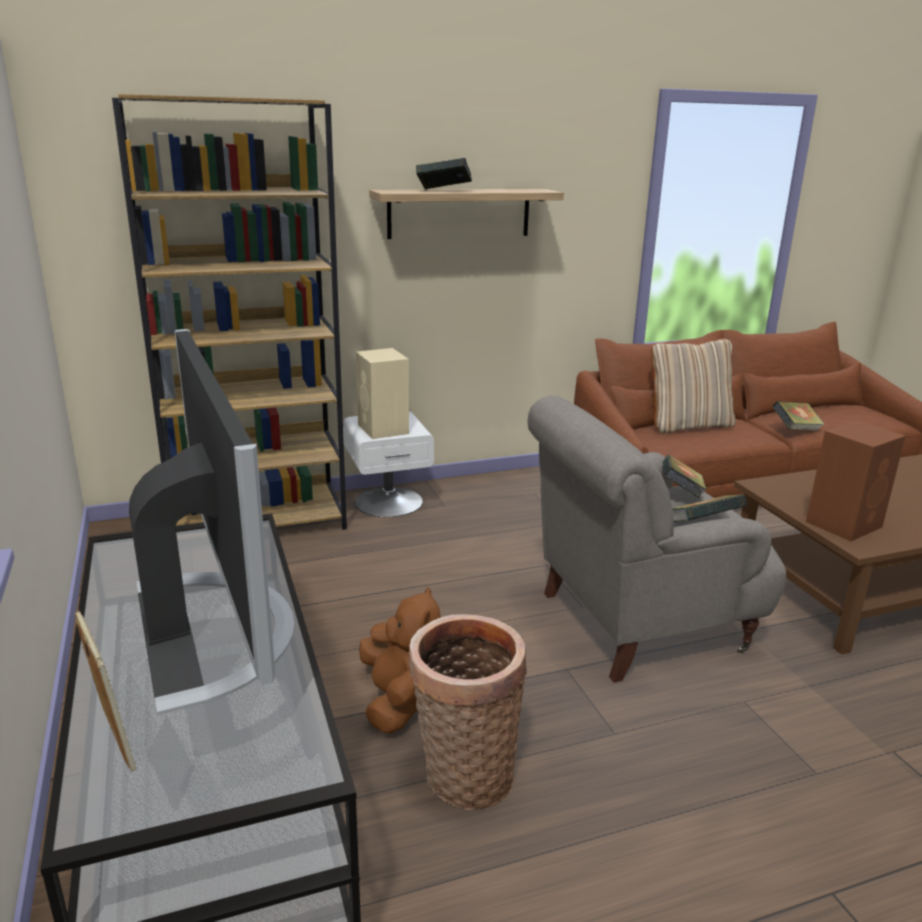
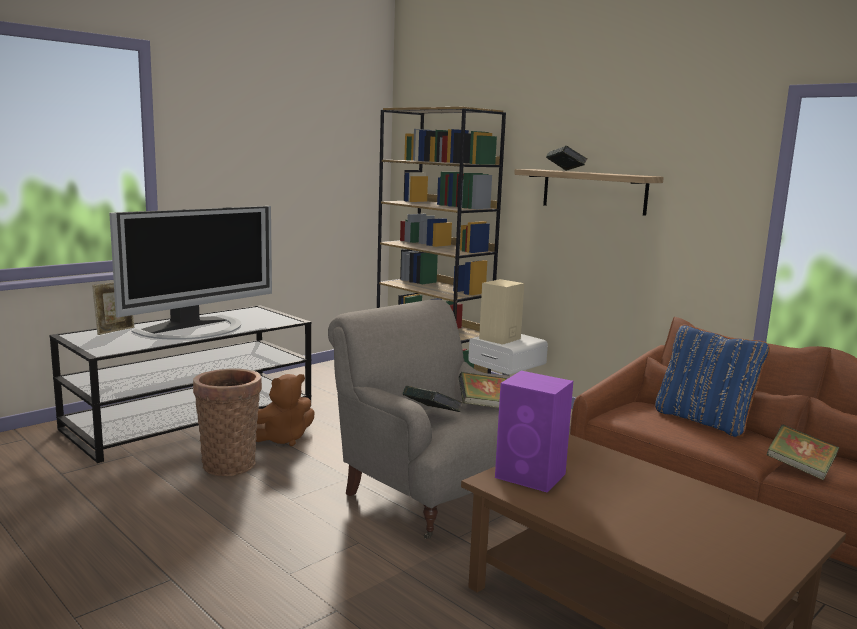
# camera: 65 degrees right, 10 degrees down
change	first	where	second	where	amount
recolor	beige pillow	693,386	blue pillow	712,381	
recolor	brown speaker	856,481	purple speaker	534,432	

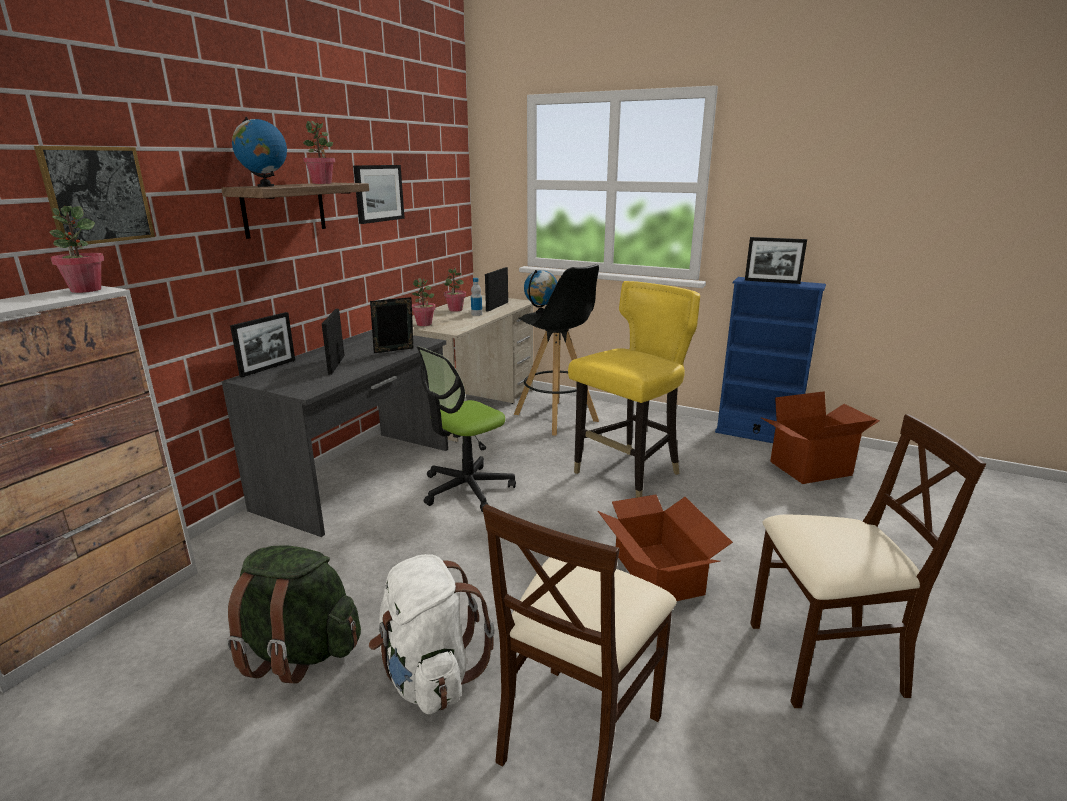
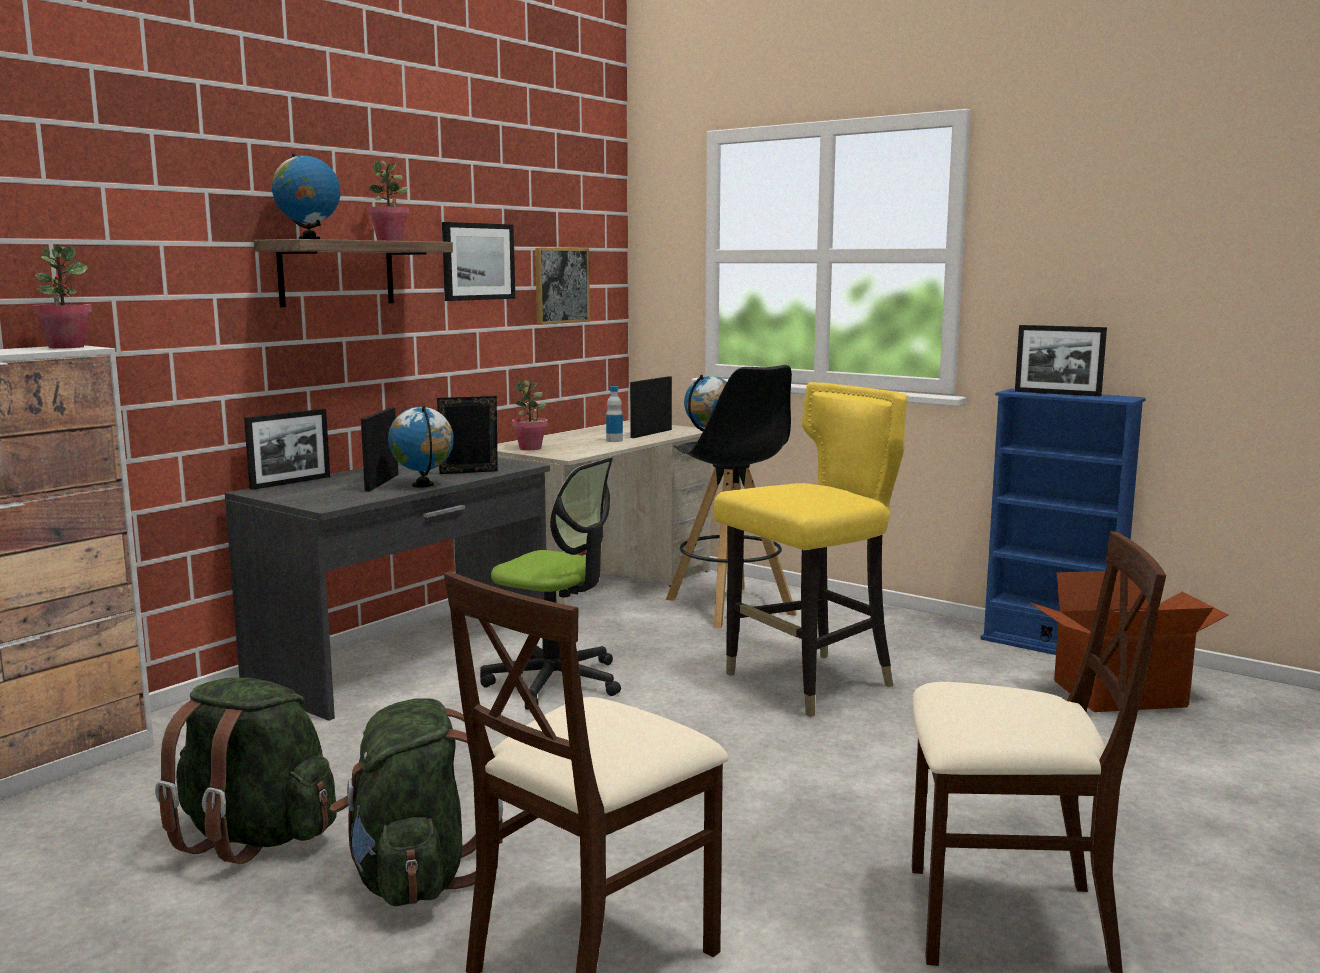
# camera: 10 degrees right, 10 degrees down
change	first	where	second	where	amount
move	picture	94,196		562,286	
recolor	white backpack	432,634	green backpack	416,802	
rotate	office chair	466,429		550,583	120 degrees counterclockwise
delete	potted plant	455,289			
delete	cardboard box	665,547			
insert			globe	421,447	

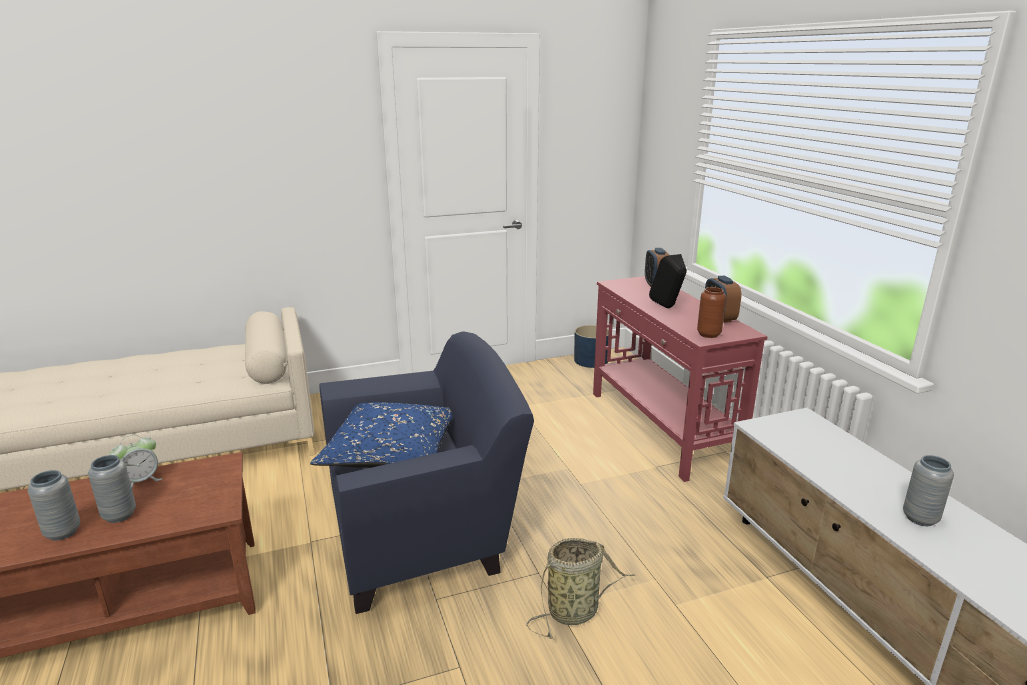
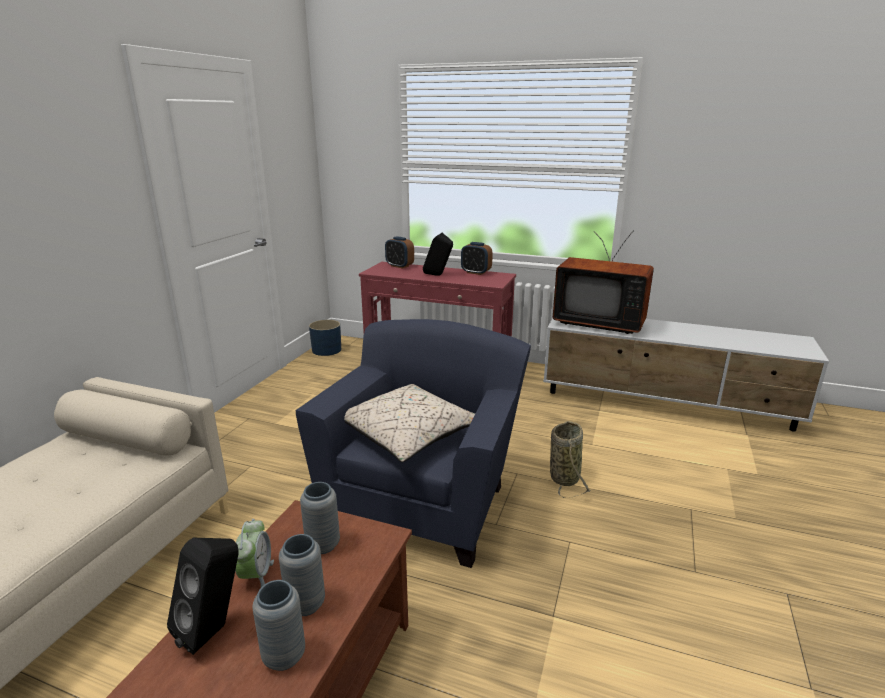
# camera: 50 degrees left, 0 degrees up
change	first	where	second	where	amount
recolor	blue pillow	381,435	beige pillow	409,423	
delete	brown vase	711,312			
move	grey vase	928,490		320,518	
insert			black speaker	203,596	
insert			television	603,282	

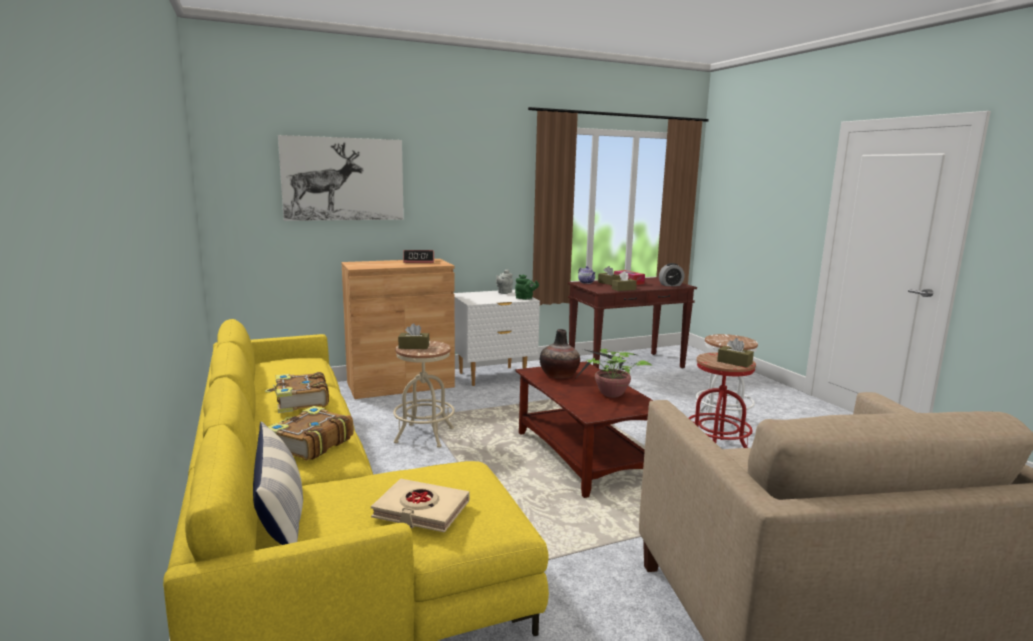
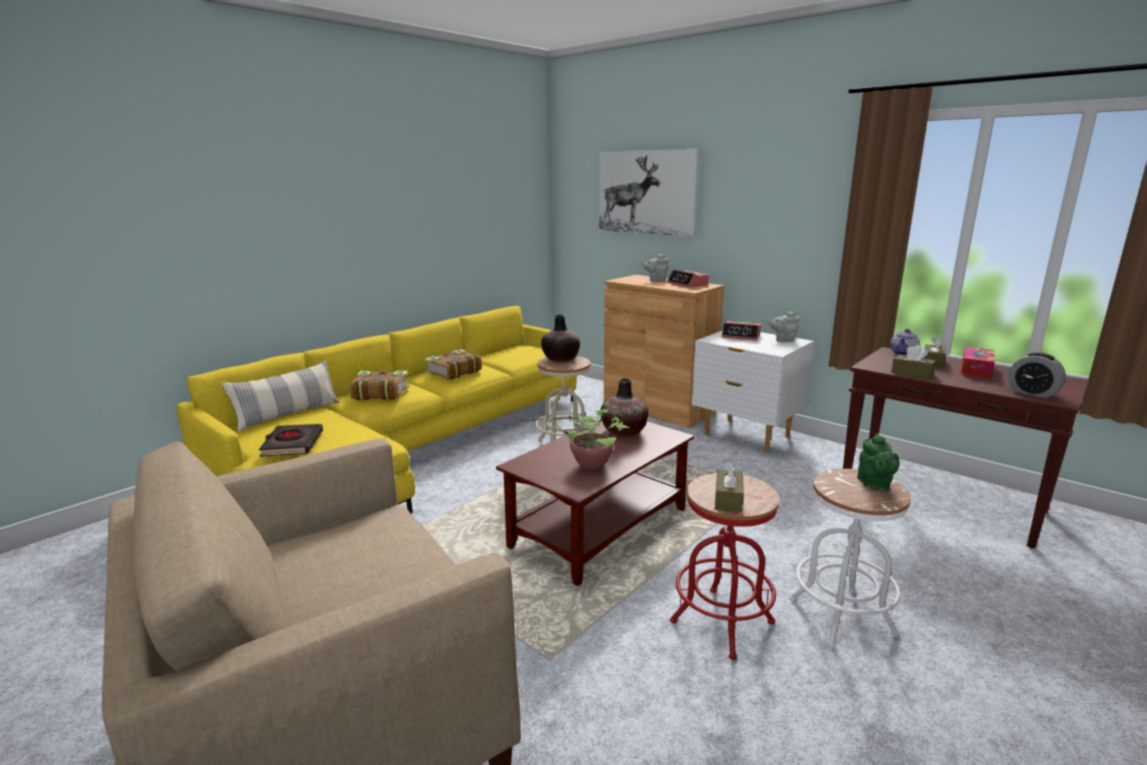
# camera: 65 degrees right, 5 degrees up
change	first	where	second	where	amount
recolor	beige book	420,506	black book	291,440	
replace	brown tissue box	413,336	vase	560,338	
move	green teapot	527,287		878,462	
insert			grey teapot	655,268	
insert			alarm clock	741,331	

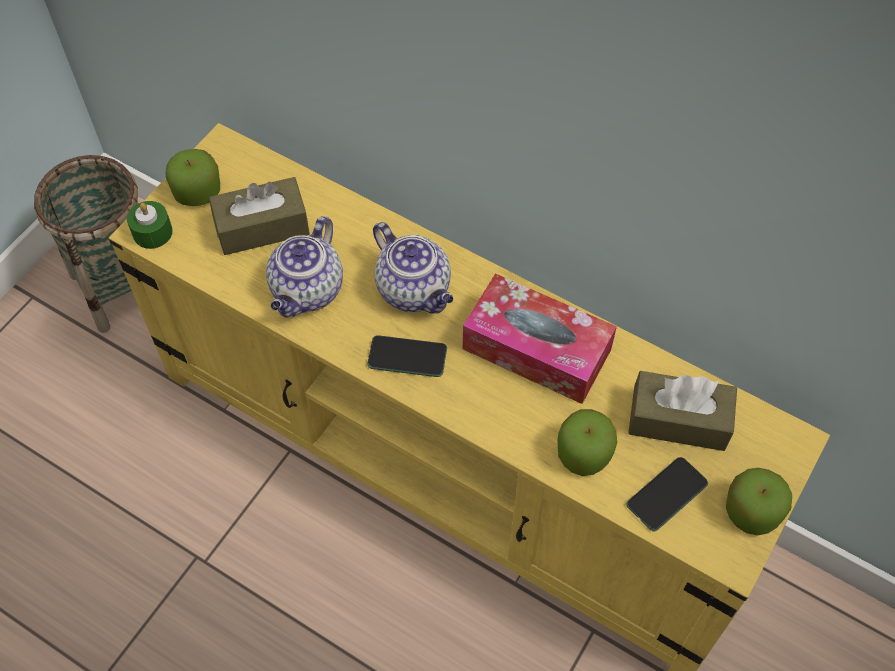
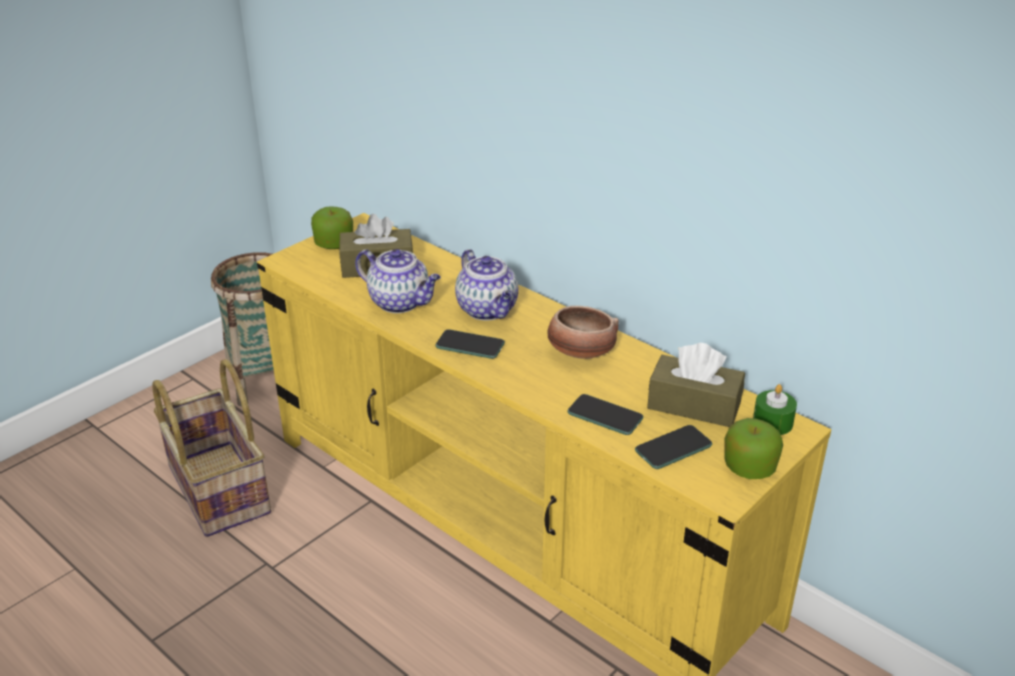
# camera: 10 degrees right, 25 degrees down
change	first	where	second	where	amount
move	green candle	150,225		775,409	
rotate	teapot	304,267		398,281	90 degrees counterclockwise
replace	tissue box	540,338	bowl	583,332	
replace	apple	587,442	phone	605,414	
insert			basket	212,448	

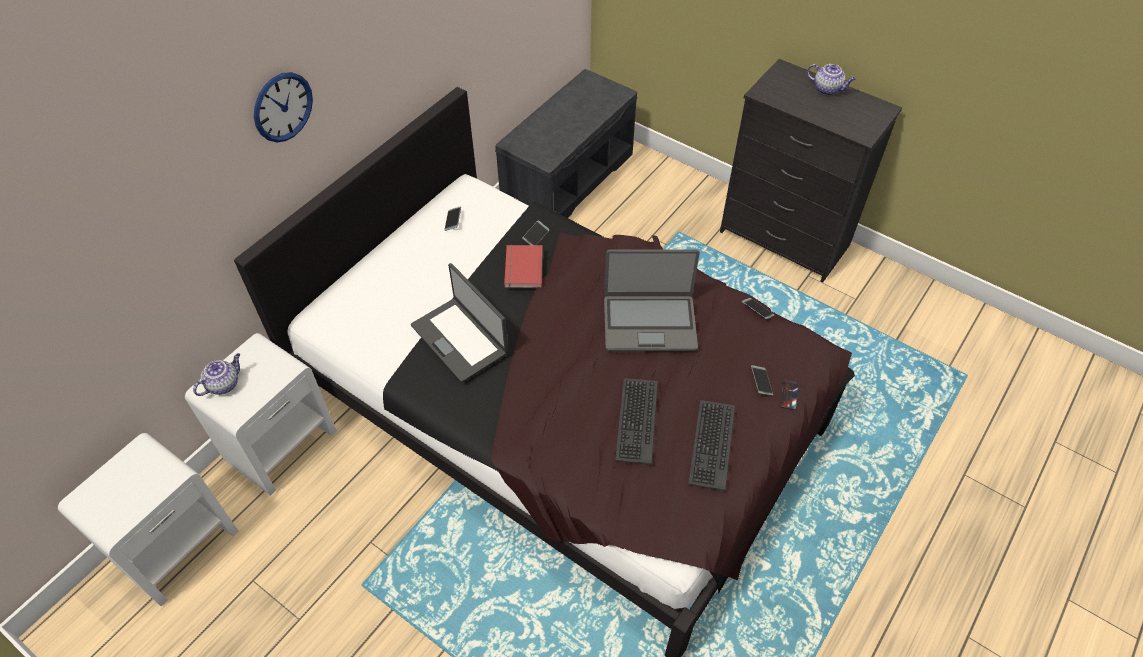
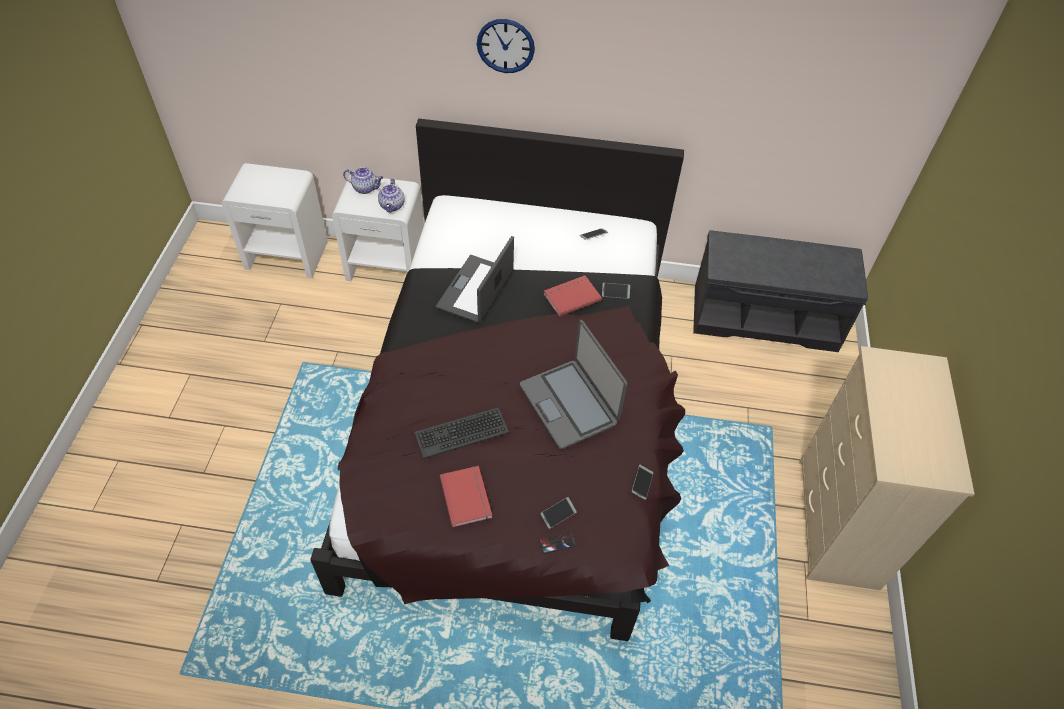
# camera: 60 degrees right, 0 degrees up
change	first	where	second	where	amount
replace	keyboard	711,445	red book	466,496	
recolor	black dresser	811,170	beige dresser	886,468	
move	teapot	831,79		391,196	

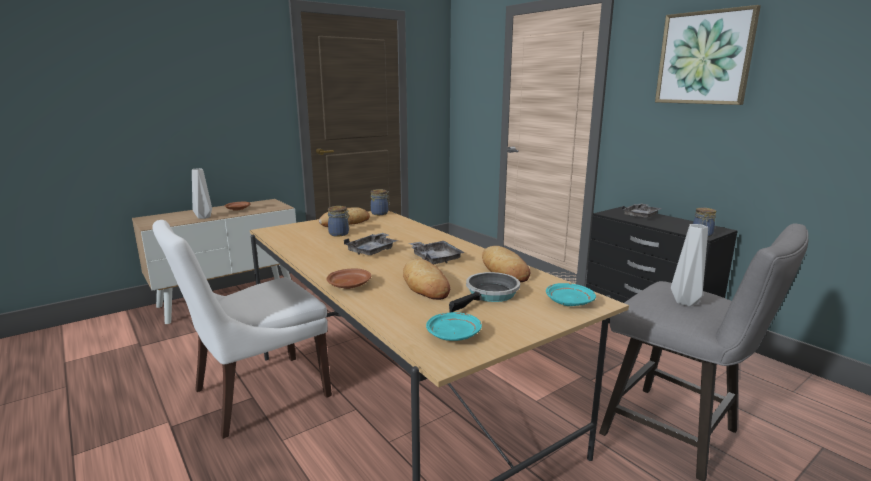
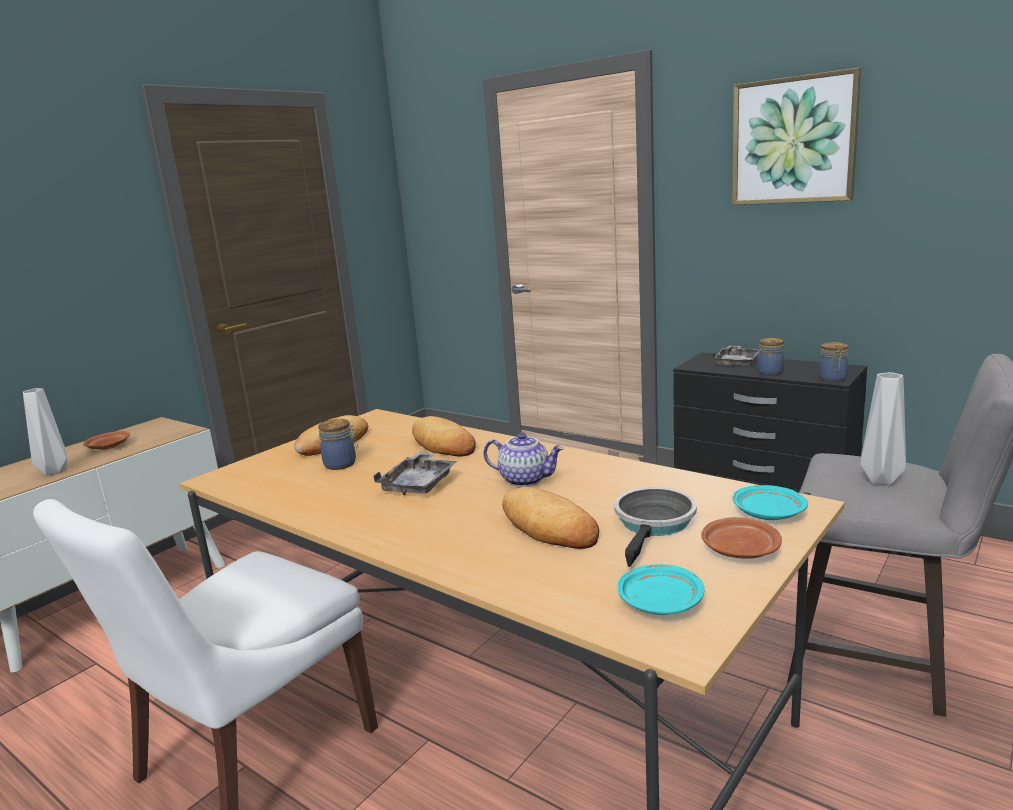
# camera: 15 degrees left, 0 degrees up
change	first	where	second	where	amount
move	brown plate	349,279		741,538	
move	jar	380,202		770,357	
replace	grey tray	437,253	teapot	524,459	
move	bread	506,264		444,436	

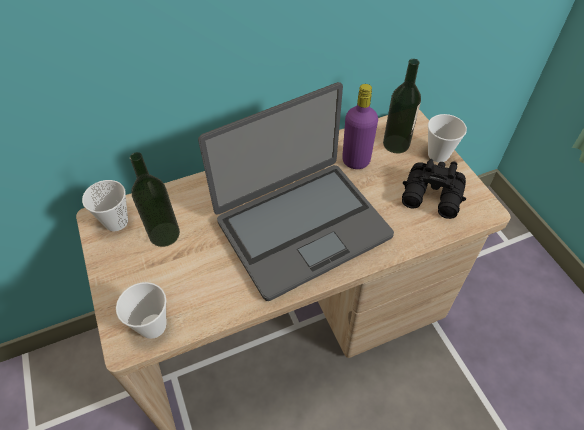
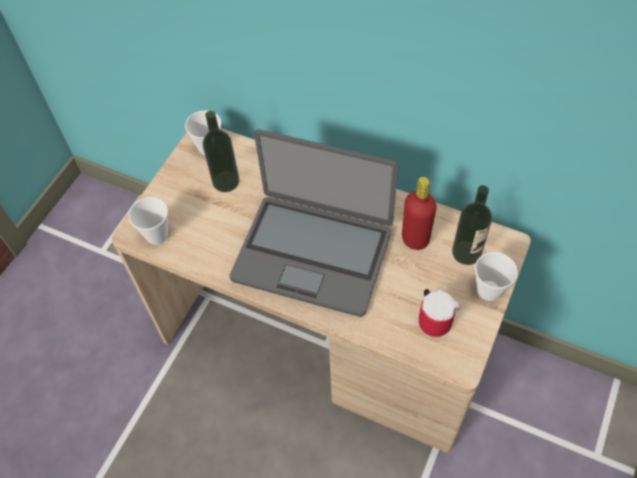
# camera: 50 degrees right, 5 degrees up
change	first	where	second	where	amount
recolor	purple bottle	360,126	red bottle	419,213	
replace	black binoculars	434,189	mug	440,313	

